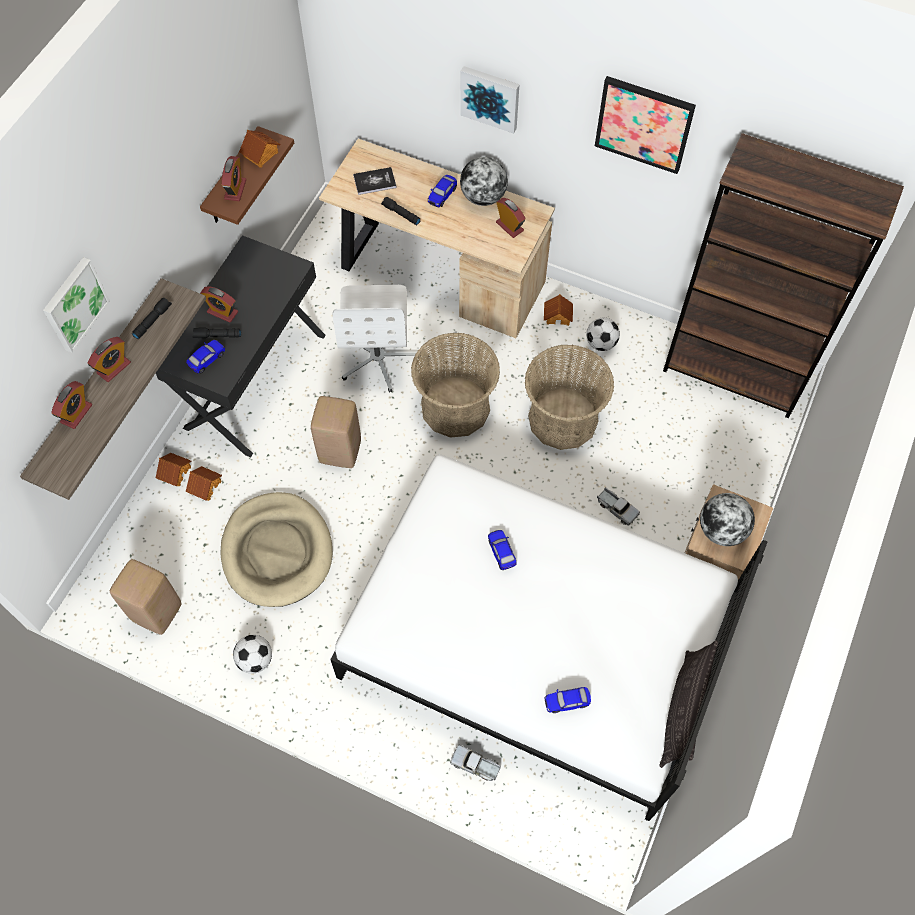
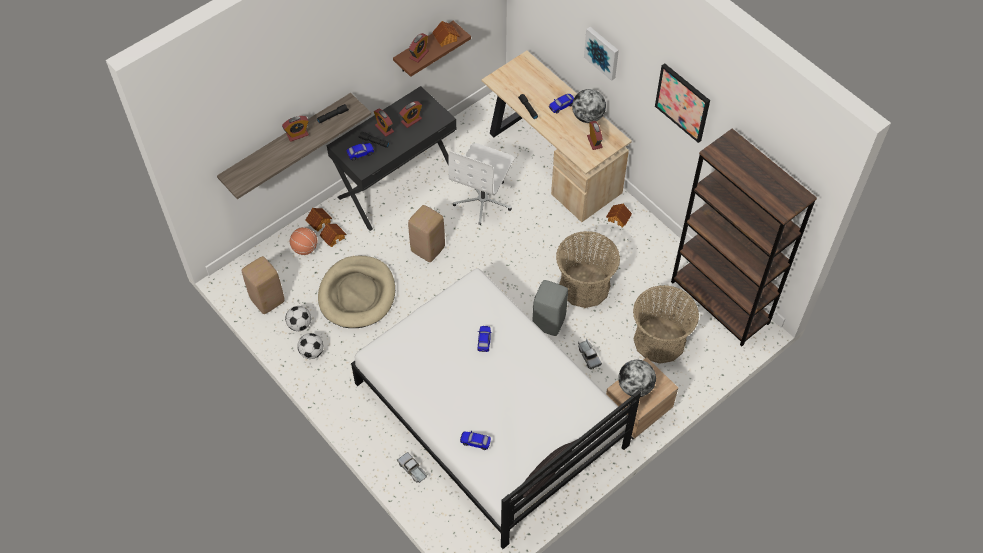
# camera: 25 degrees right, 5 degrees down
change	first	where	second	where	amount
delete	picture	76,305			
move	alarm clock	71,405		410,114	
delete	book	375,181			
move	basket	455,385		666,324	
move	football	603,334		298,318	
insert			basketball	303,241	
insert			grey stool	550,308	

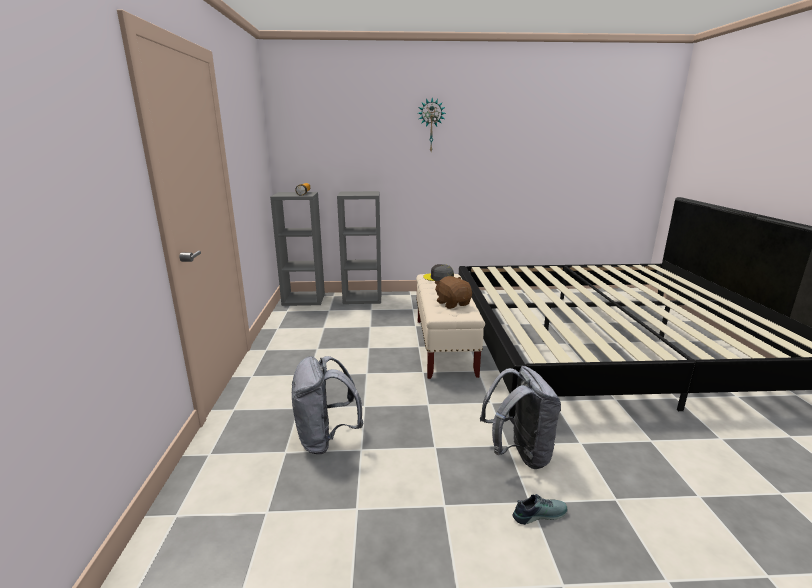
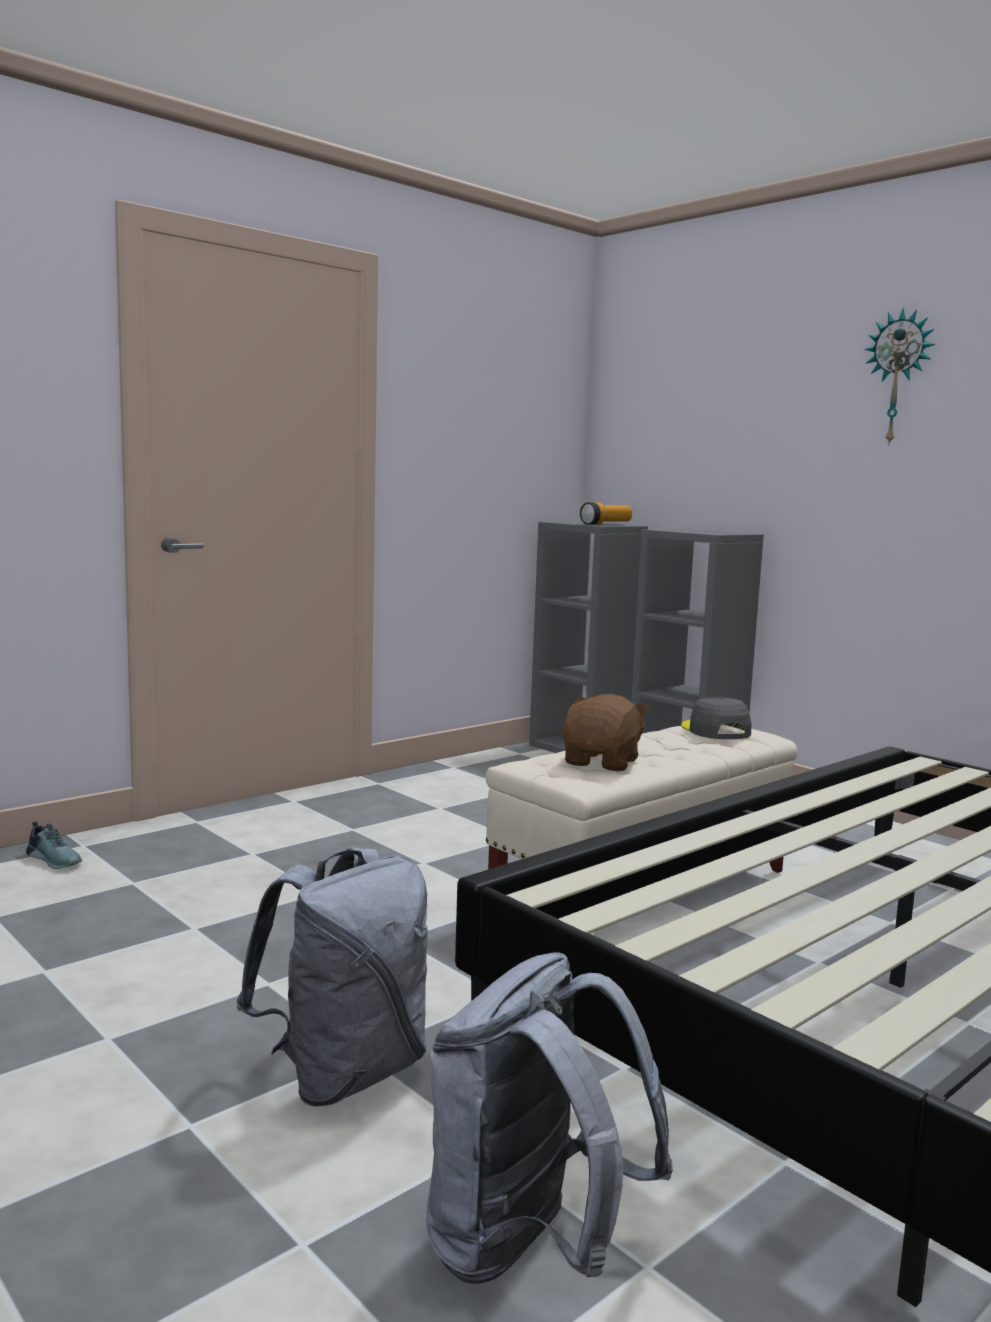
# camera: 50 degrees right, 10 degrees down
change	first	where	second	where	amount
move	grey backpack	328,405		549,1118	
move	shoe	539,509		54,845	

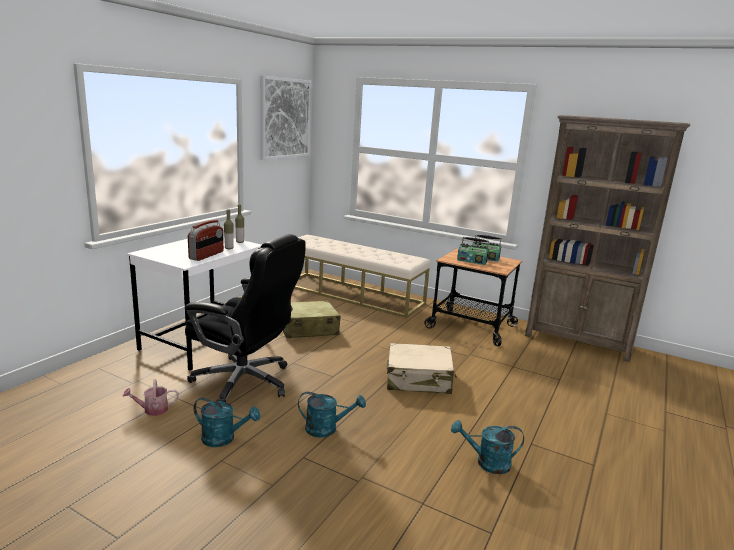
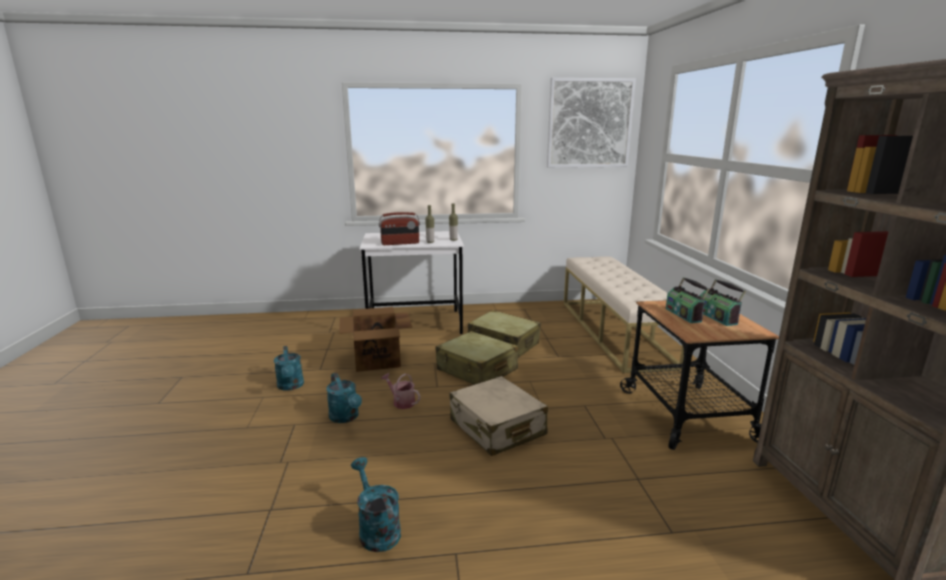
# camera: 55 degrees right, 0 degrees up
change	first	where	second	where	amount
move	watering can	150,397		400,391	
replace	black office chair	245,318	cardboard box	375,339	
insert			beige suitcase	477,358	

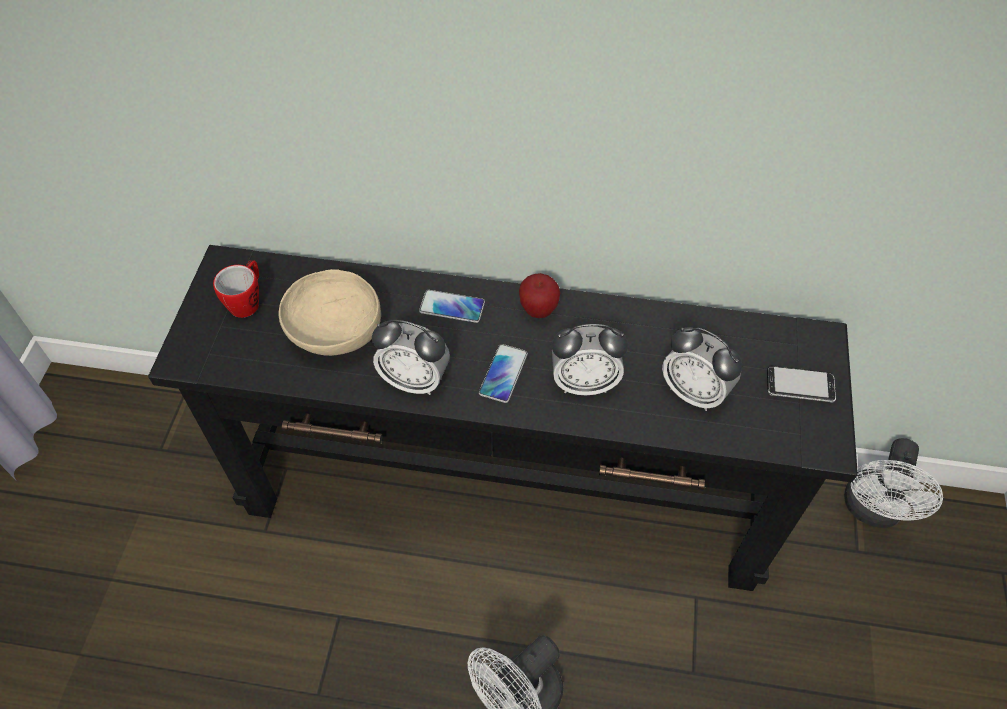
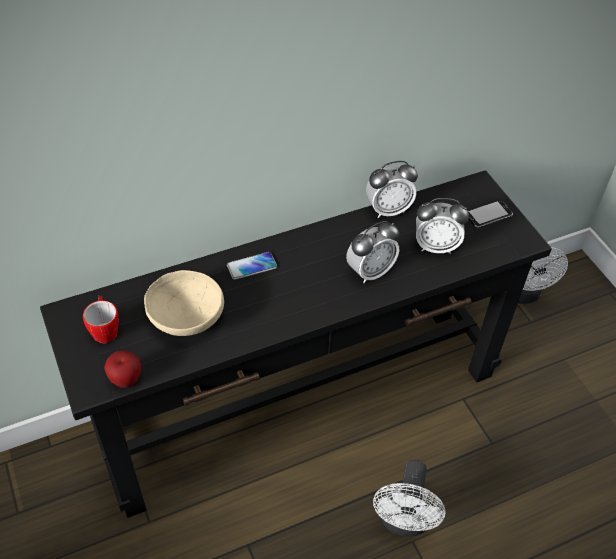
# camera: 35 degrees left, 5 degrees down
change	first	where	second	where	amount
move	alarm clock	411,357		392,189	
delete	phone	503,373			
move	apple	539,295		122,369	

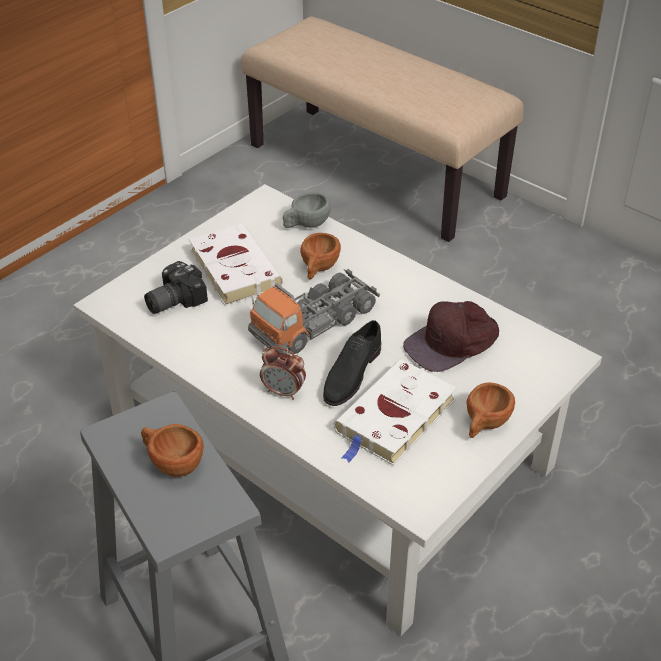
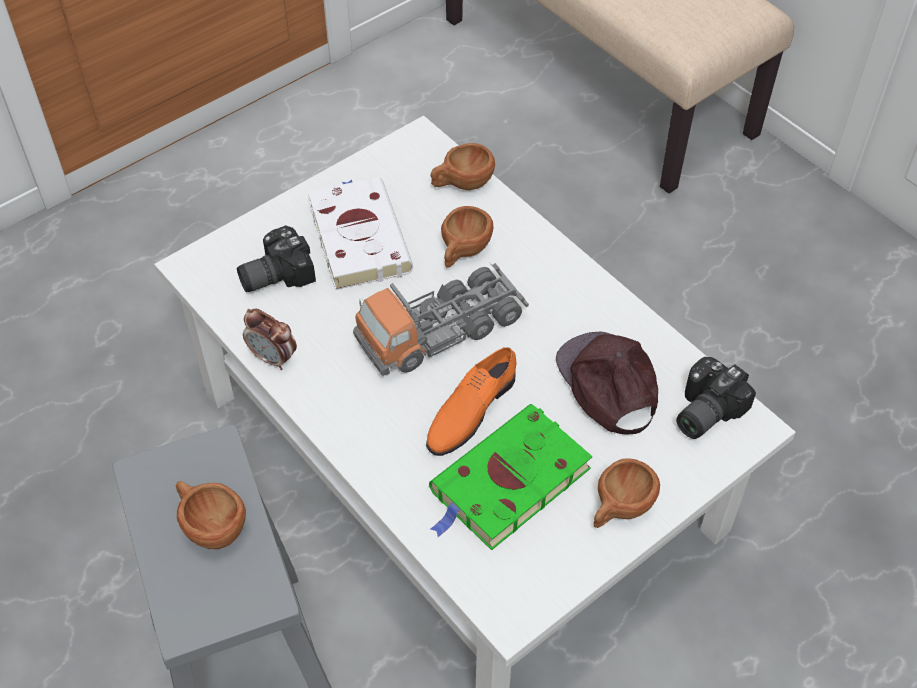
# camera: 10 degrees right, 10 degrees up
change	first	where	second	where	amount
move	alarm clock	283,373		270,339	
recolor	grey cup	307,210	brown cup	462,166	
recolor	black shoe	352,363	orange shoe	471,401	
recolor	white book	395,412	green book	511,477	
rotate	brown cap	451,336		607,383	90 degrees clockwise
insert			photo camera	716,398	

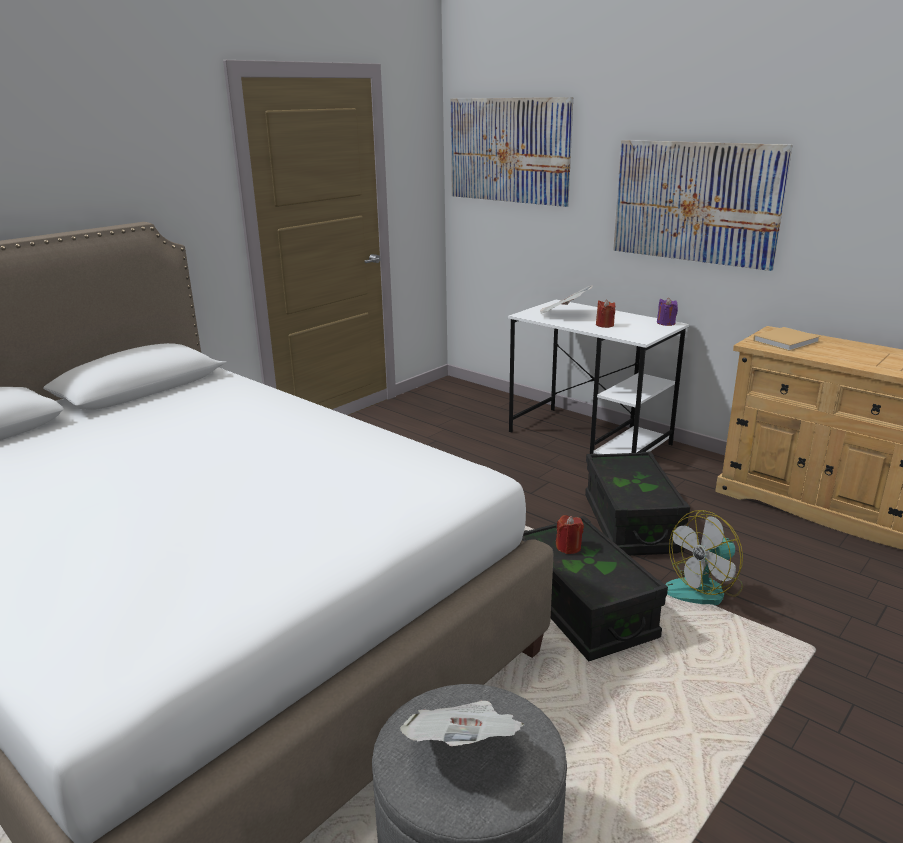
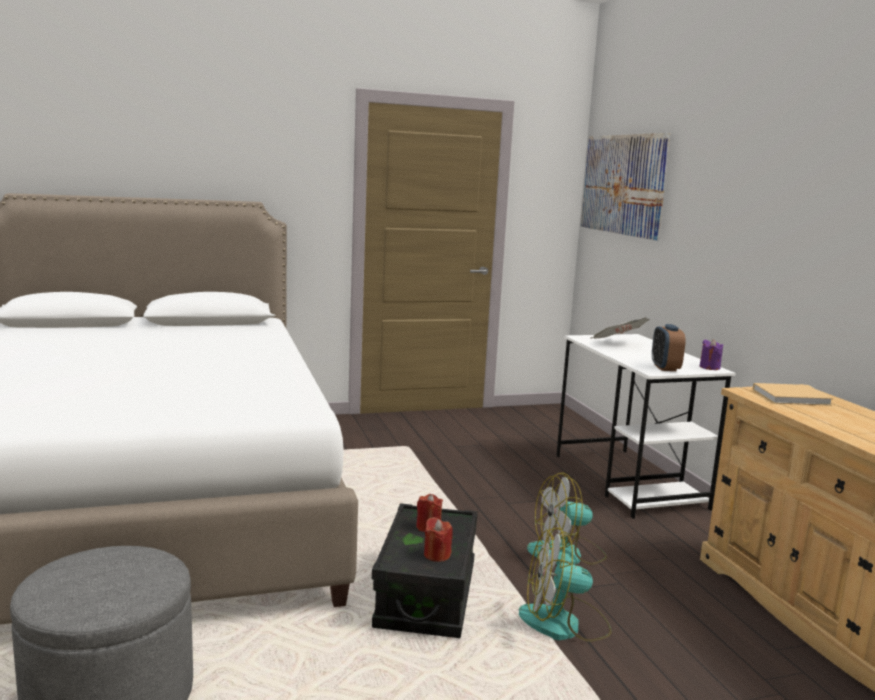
# camera: 30 degrees right, 10 degrees down
change	first	where	second	where	amount
delete	newspaper	462,723			
replace	black storage box	637,504	fan	567,518	
move	red candle	605,313		438,539	
delete	picture	703,205			
insert			alarm clock	669,347	

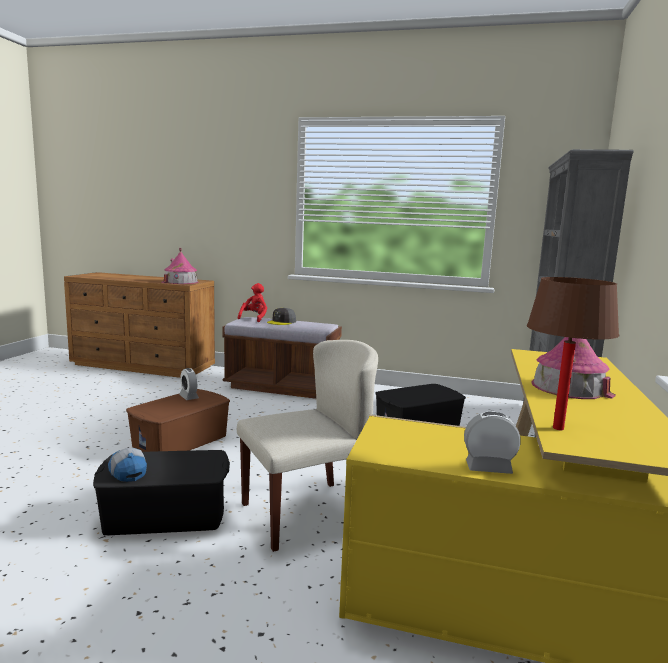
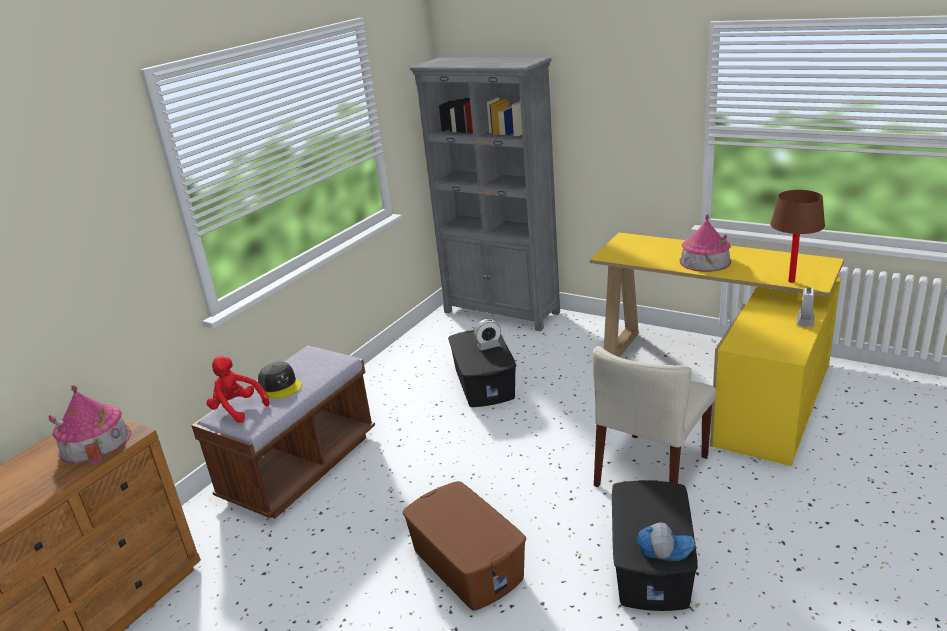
# camera: 70 degrees left, 15 degrees up
change	first	where	second	where	amount
rotate	cap	127,465		666,541	150 degrees counterclockwise
move	alarm clock	189,384		487,335	
rotate	beige chair	307,446		655,416	135 degrees counterclockwise

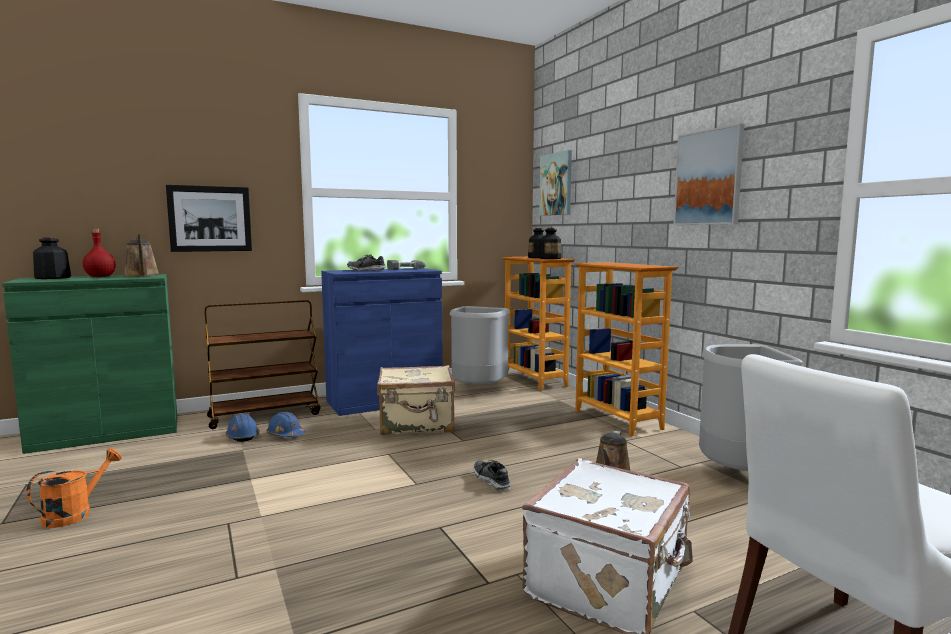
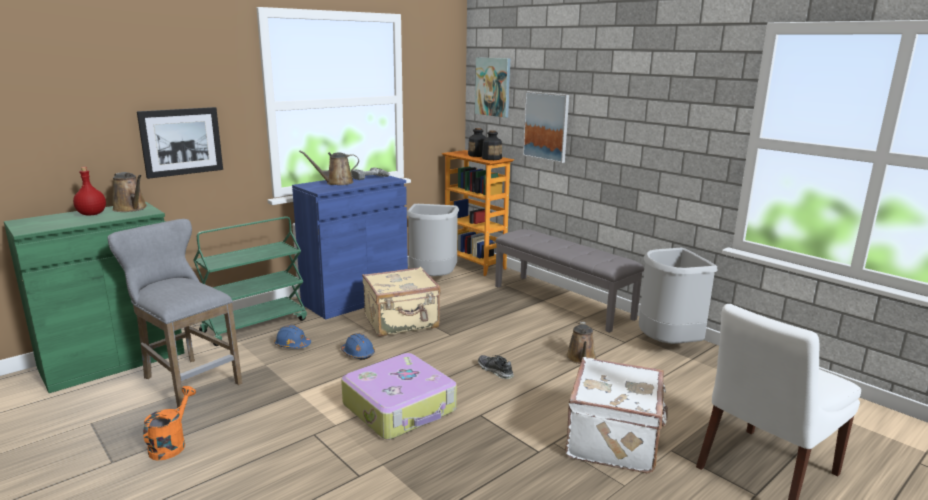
# camera: 15 degrees left, 10 degrees up
change	first	where	second	where	amount
delete	bottle	52,258			
recolor	brown cart	262,364	green cart	250,281	
move	blue hard hat	242,427		358,346	
replace	shoe	366,262	brown watering can	329,168	
replace	bookcase	626,349	grey bench	569,281	
move	picture	709,174		546,127	
insert			grey stool	174,314	
insert			suitcase	399,396	

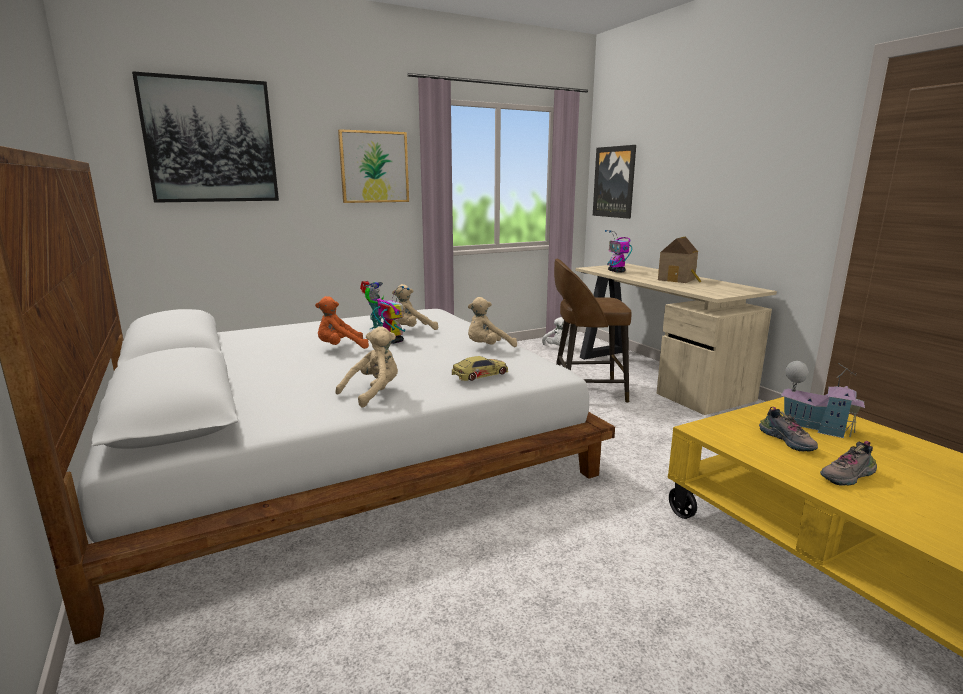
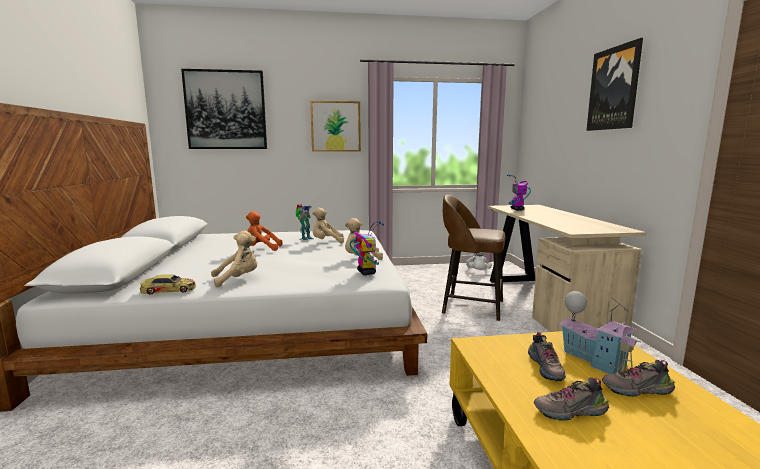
# camera: 20 degrees right, 5 degrees down
change	first	where	second	where	amount
move	toy robot	391,315		367,248	
move	toy car	480,368		168,284	
move	picture	614,182		614,84	
delete	toy house	680,259			
insert			shoe	638,378	

